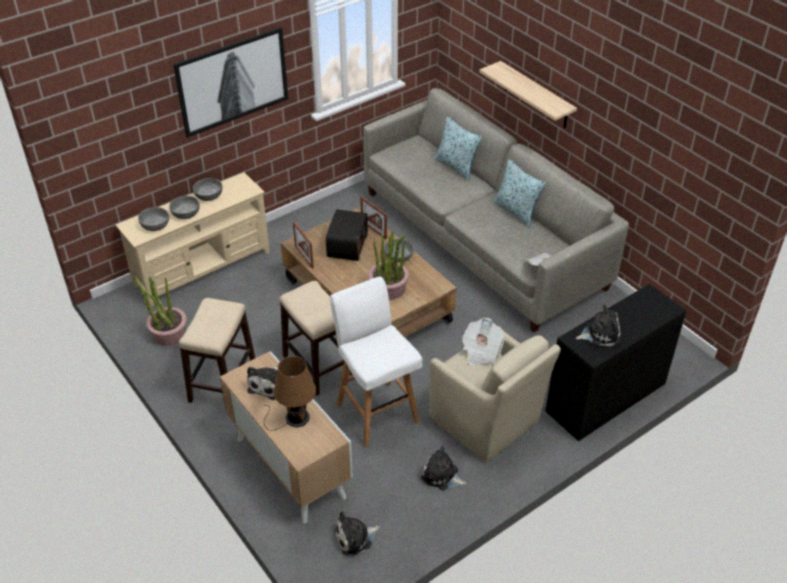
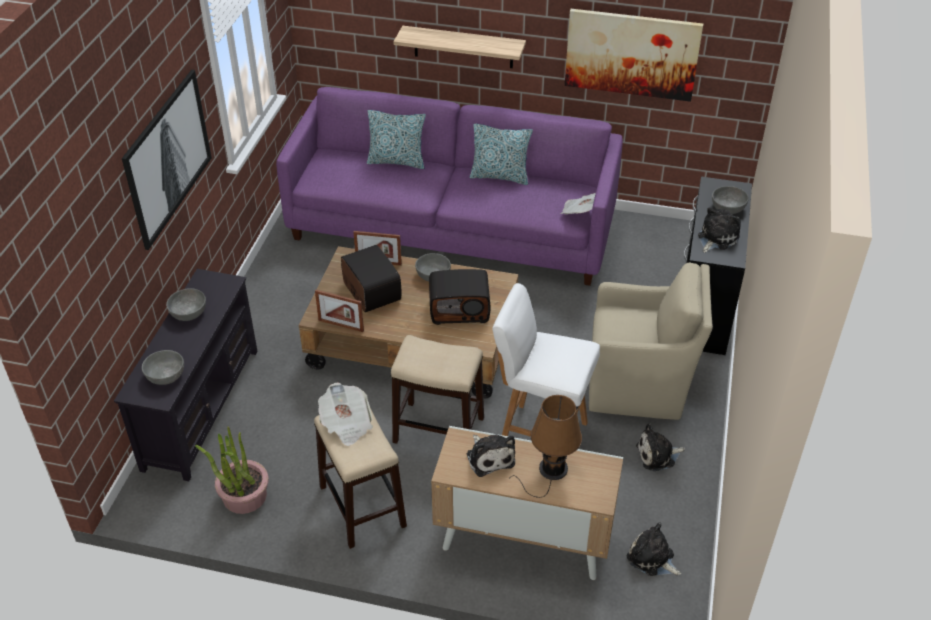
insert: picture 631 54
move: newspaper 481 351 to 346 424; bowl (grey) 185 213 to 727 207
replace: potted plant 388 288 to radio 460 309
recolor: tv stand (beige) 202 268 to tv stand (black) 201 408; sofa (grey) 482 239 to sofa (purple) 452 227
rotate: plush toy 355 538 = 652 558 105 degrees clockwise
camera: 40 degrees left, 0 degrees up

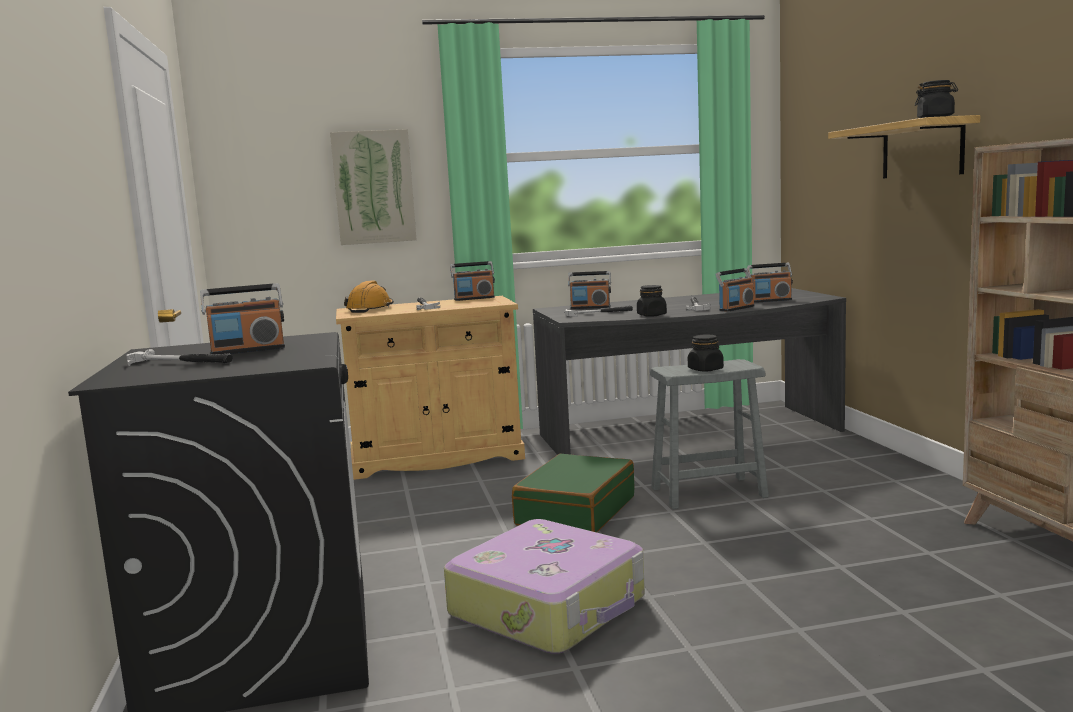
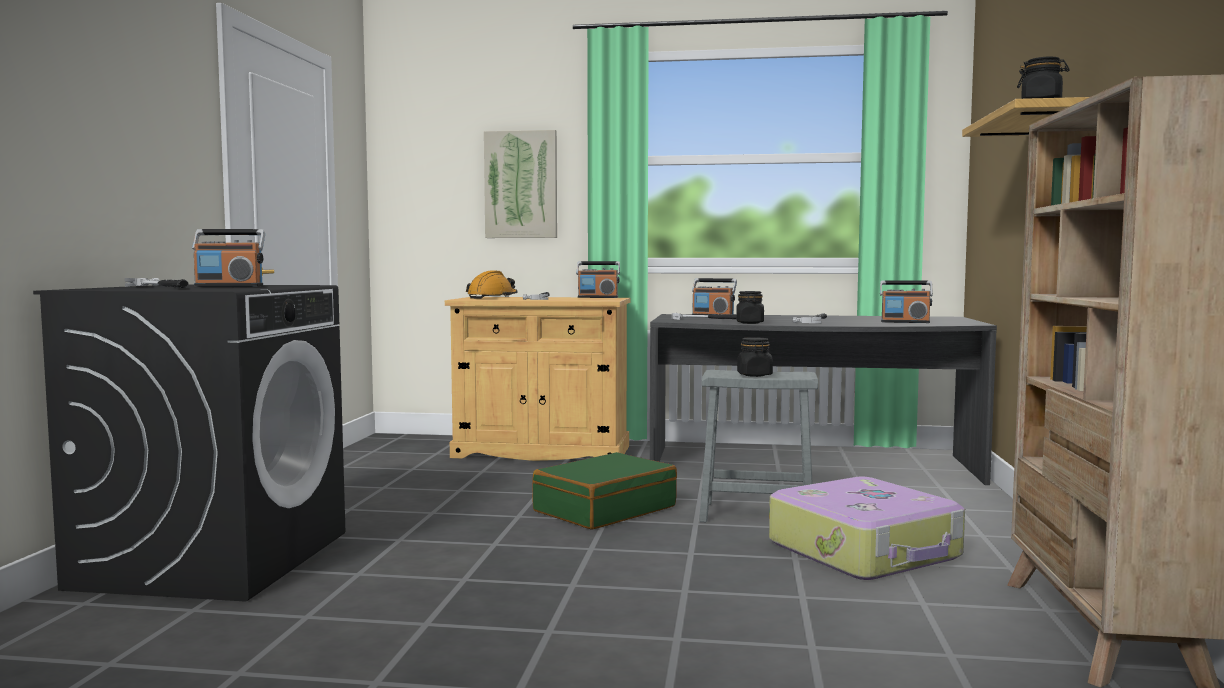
delete: radio 736 308
move: suitcase 550 607 to 866 550
camera: 20 degrees right, 5 degrees down

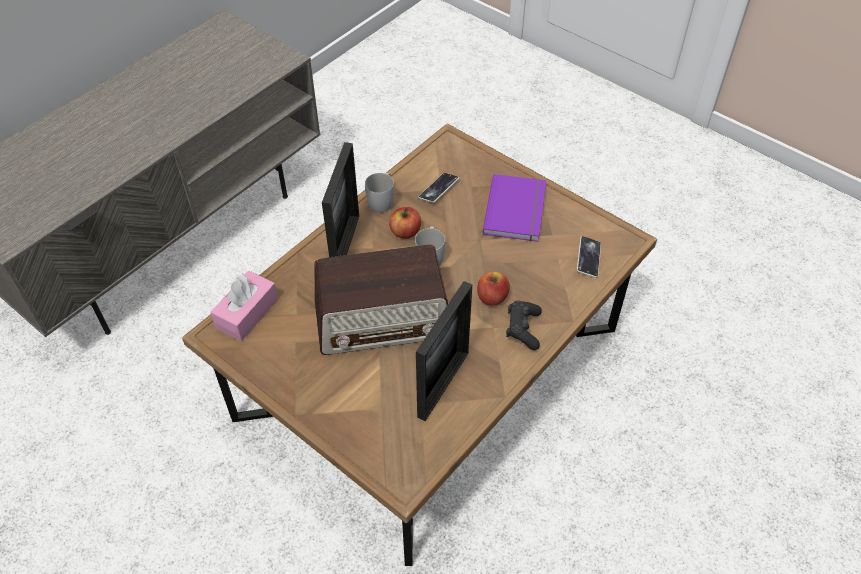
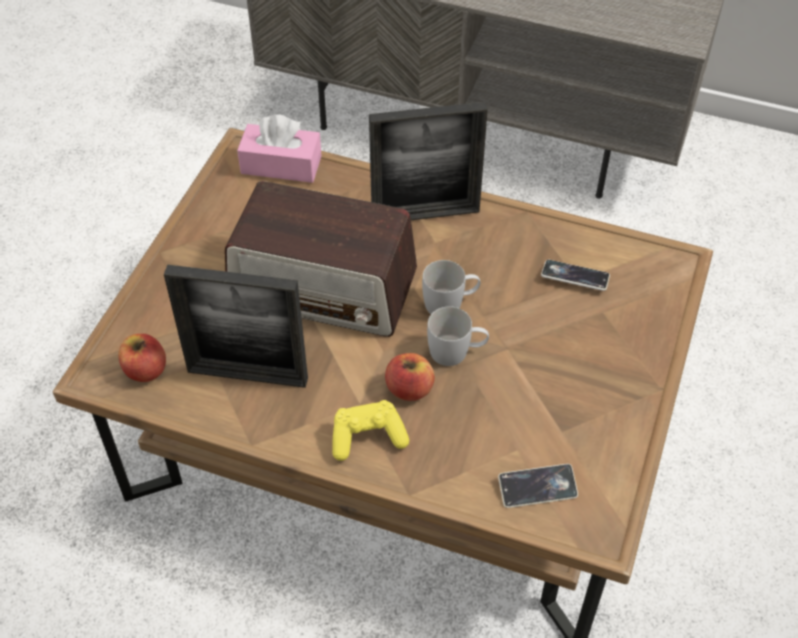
delete: book (purple) 517 210
move: apple 405 232 to 145 370; mug (white) 382 200 to 457 352
recolor: game controller (black) 523 329 to game controller (yellow) 367 437
rotate: radio 383 319 = 324 287 45 degrees counterclockwise
camera: 70 degrees right, 0 degrees up

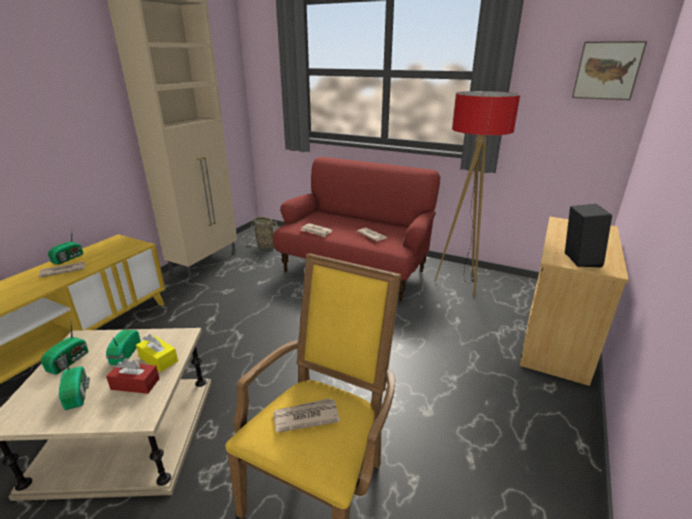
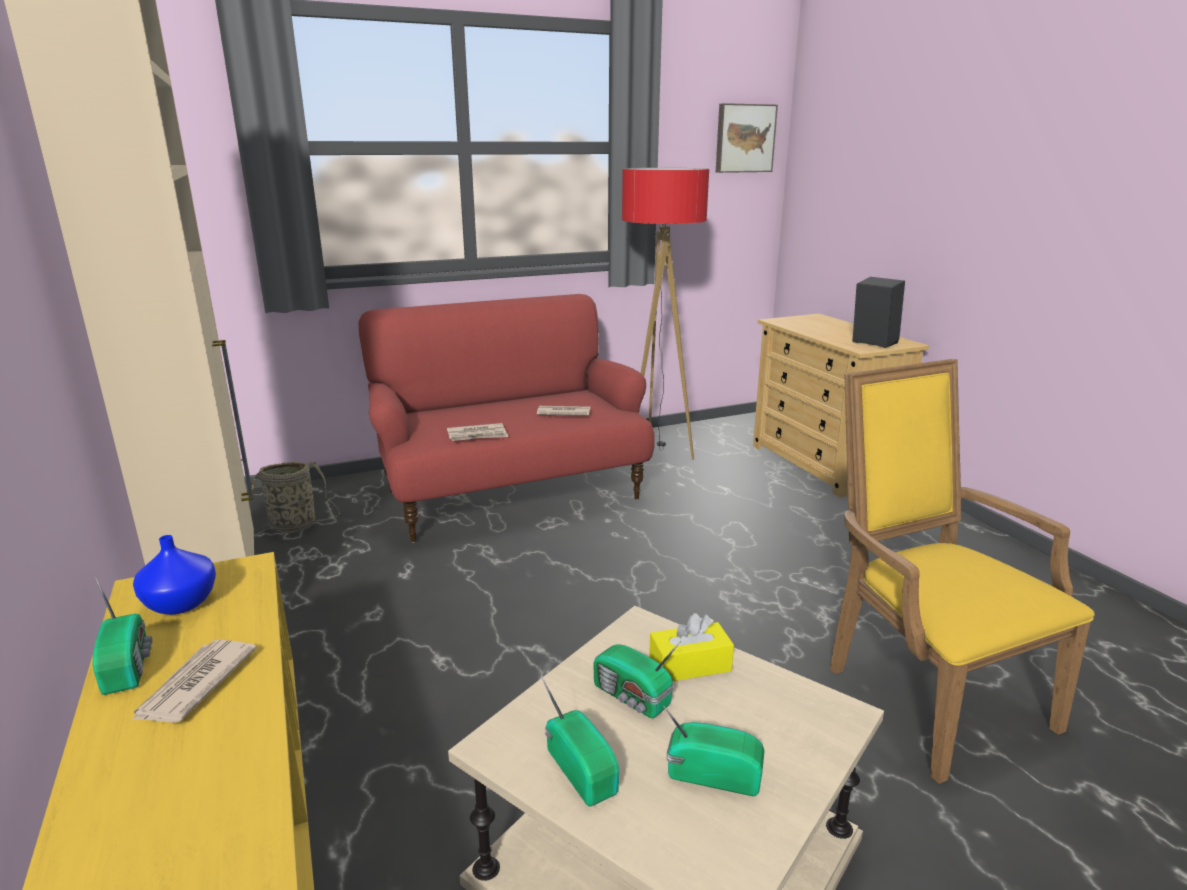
delete: tissue box (red) 135 384; newspaper 305 417
insert: vase (blue) 181 603
camera: 50 degrees left, 5 degrees down

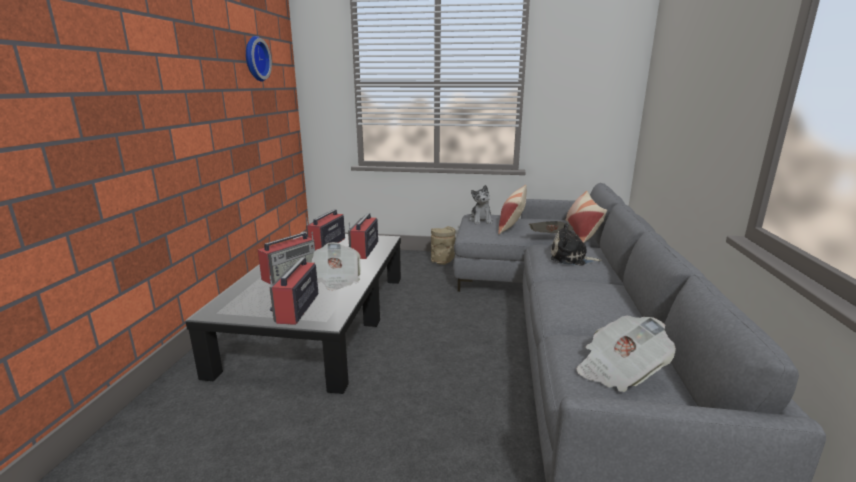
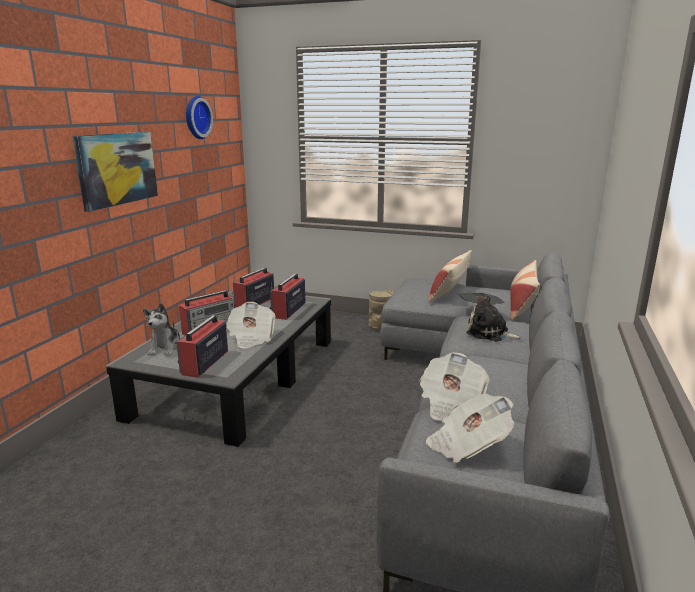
insert: picture 117 169; newspaper 451 404
move: plush toy 481 220 to 166 348
camera: 10 degrees right, 0 degrees up

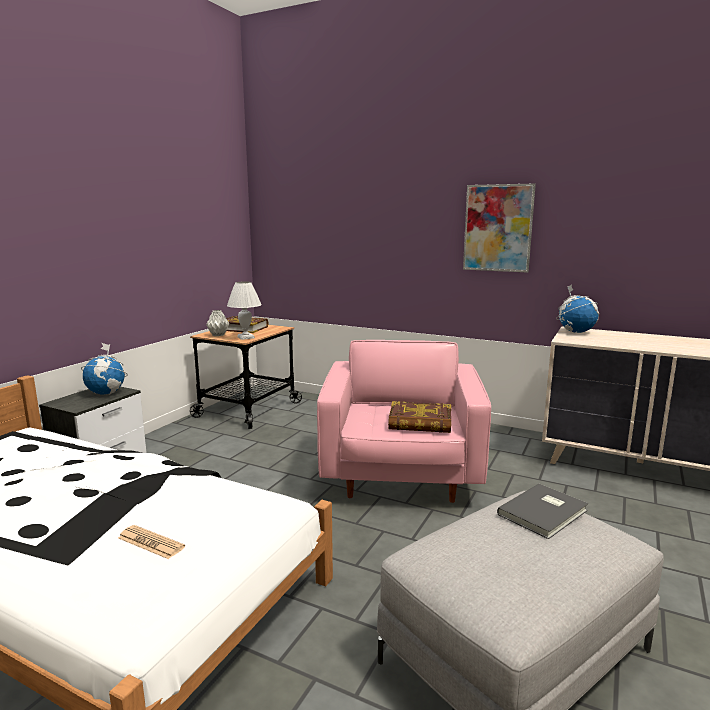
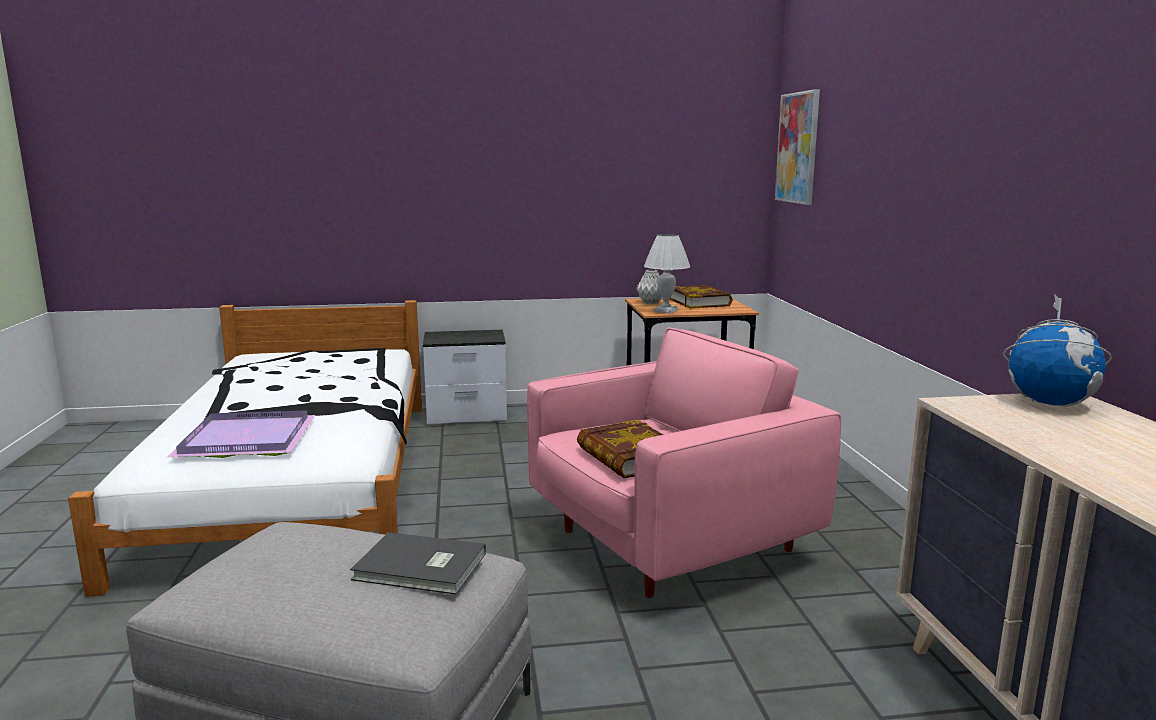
delete: globe 106 393
move: picture 498 228 to 798 148
replace: newspaper 151 543 to tray (purple) 245 439
camera: 55 degrees right, 0 degrees up

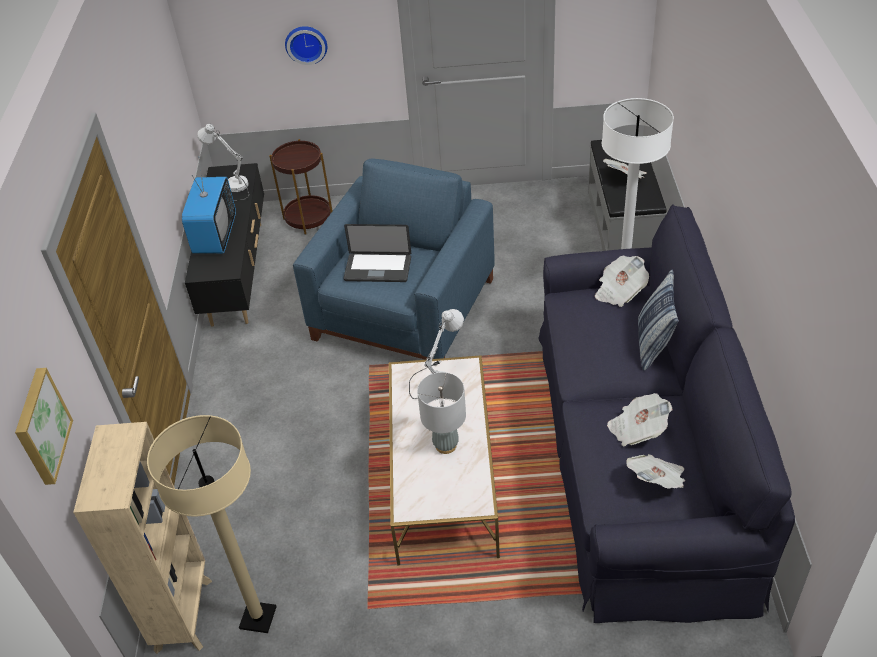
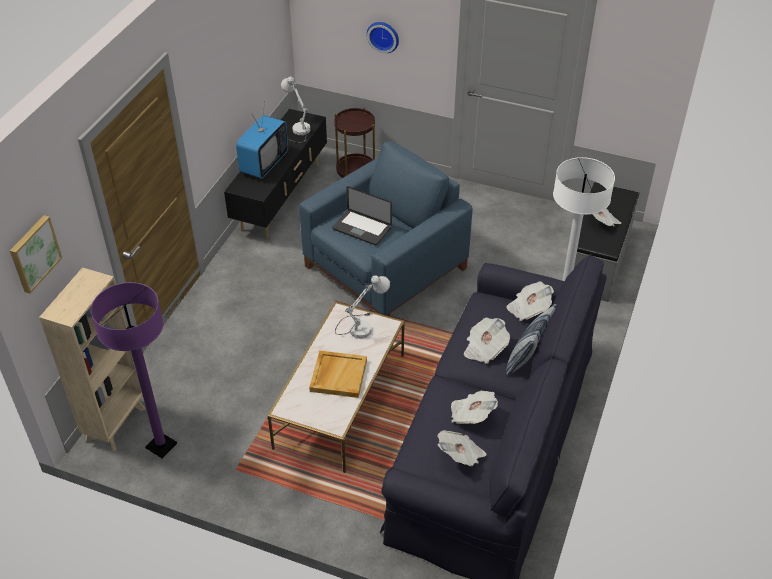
insert: newspaper 484 348
replace: table lamp (grey) 445 445 to tray (beige) 338 375
recolor: floor lamp (beige) 258 618 to floor lamp (purple) 161 446
camera: 20 degrees right, 0 degrees up

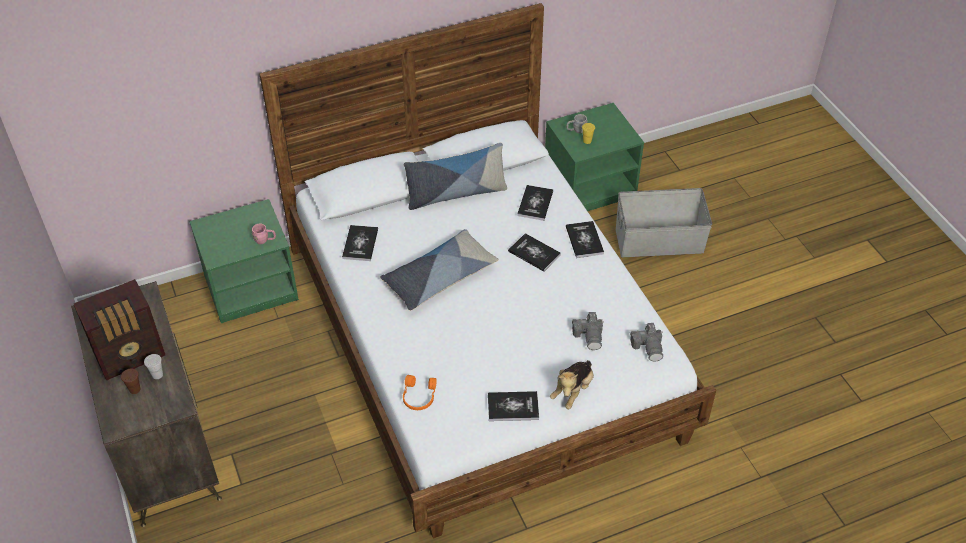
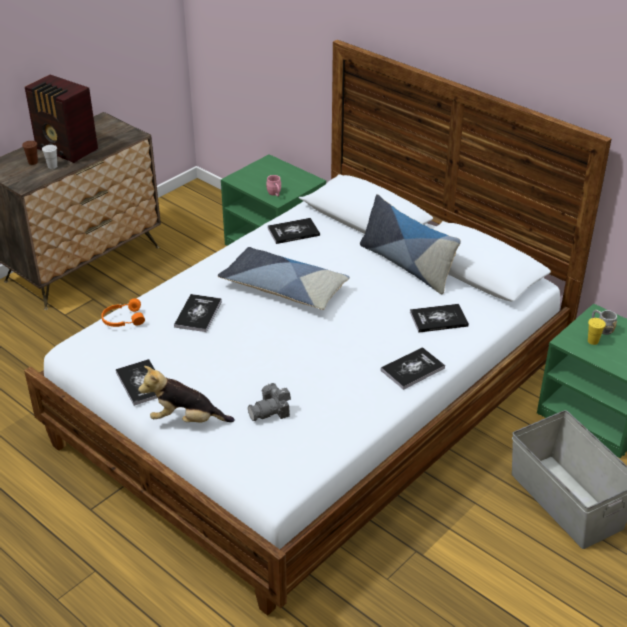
delete: photo camera 648 347
move: book 534 253 to 198 314
camera: 65 degrees right, 10 degrees down

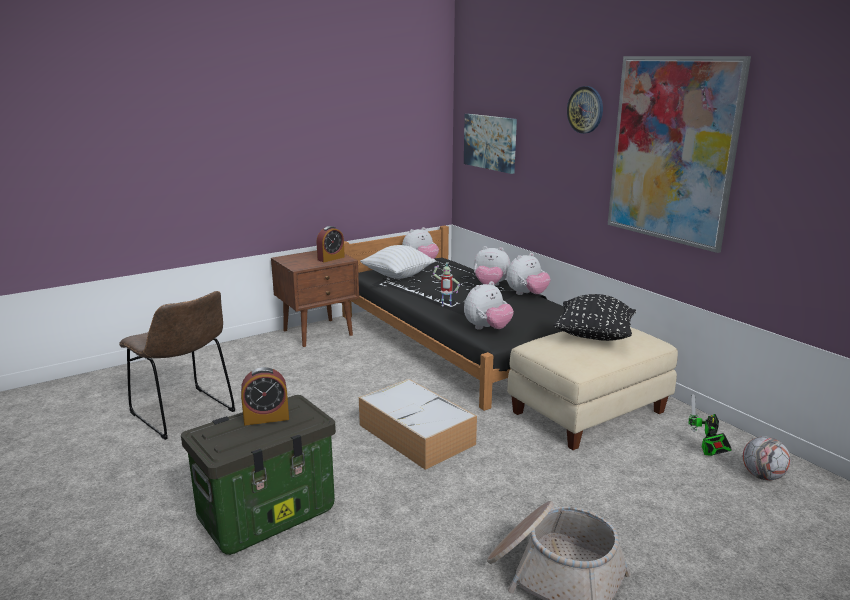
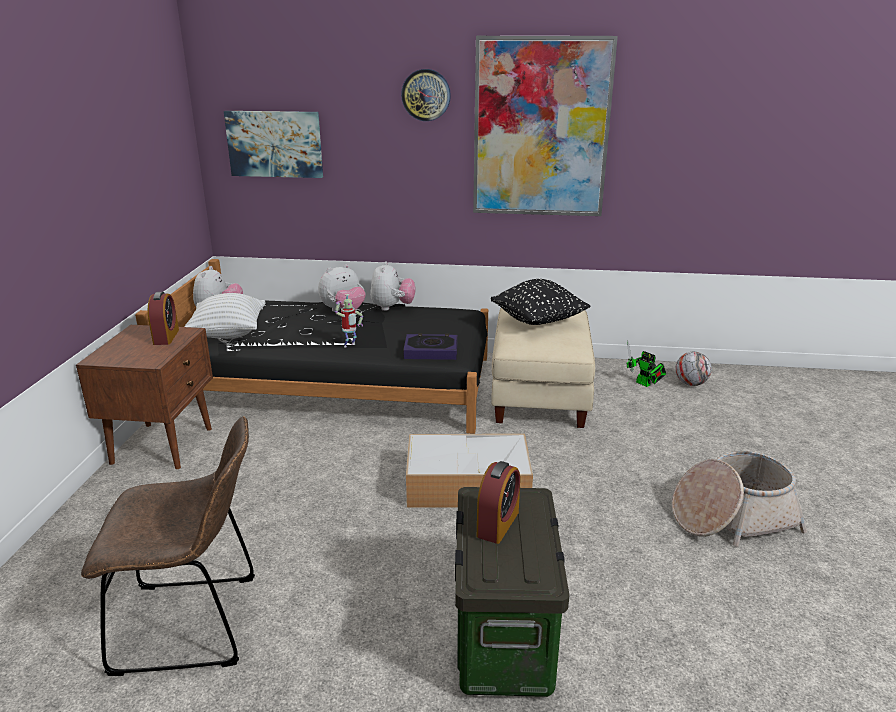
replace: plush toy 487 329 to book 431 351
camera: 50 degrees left, 5 degrees up

